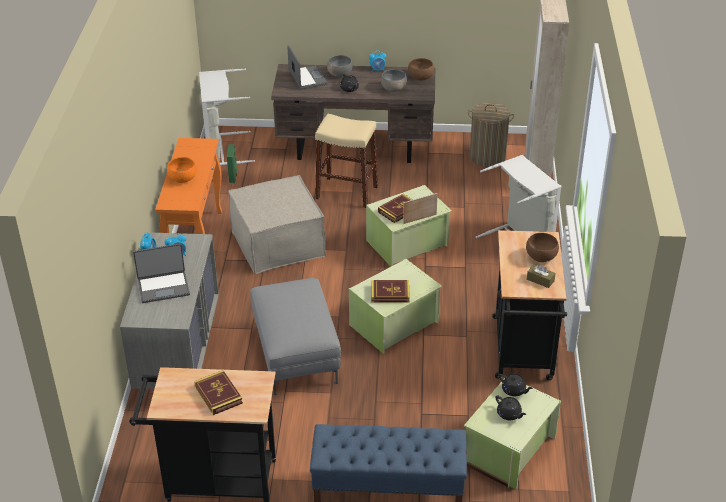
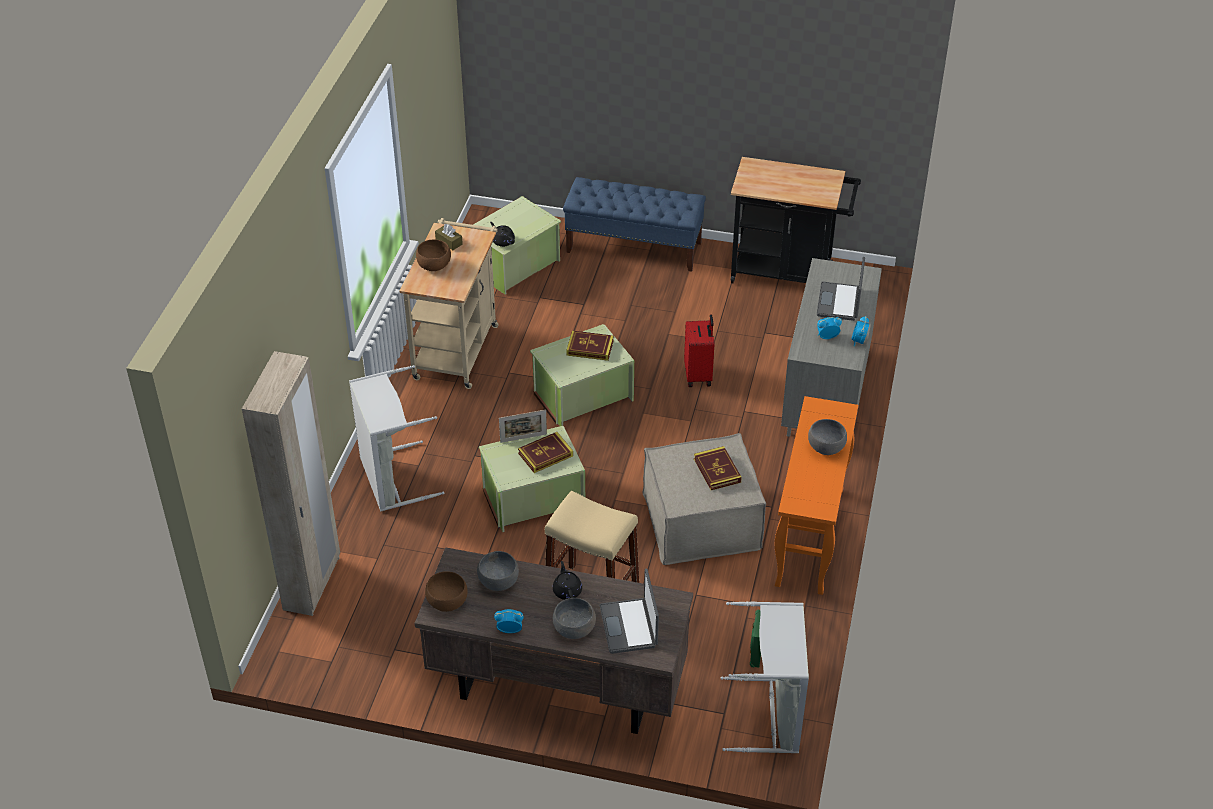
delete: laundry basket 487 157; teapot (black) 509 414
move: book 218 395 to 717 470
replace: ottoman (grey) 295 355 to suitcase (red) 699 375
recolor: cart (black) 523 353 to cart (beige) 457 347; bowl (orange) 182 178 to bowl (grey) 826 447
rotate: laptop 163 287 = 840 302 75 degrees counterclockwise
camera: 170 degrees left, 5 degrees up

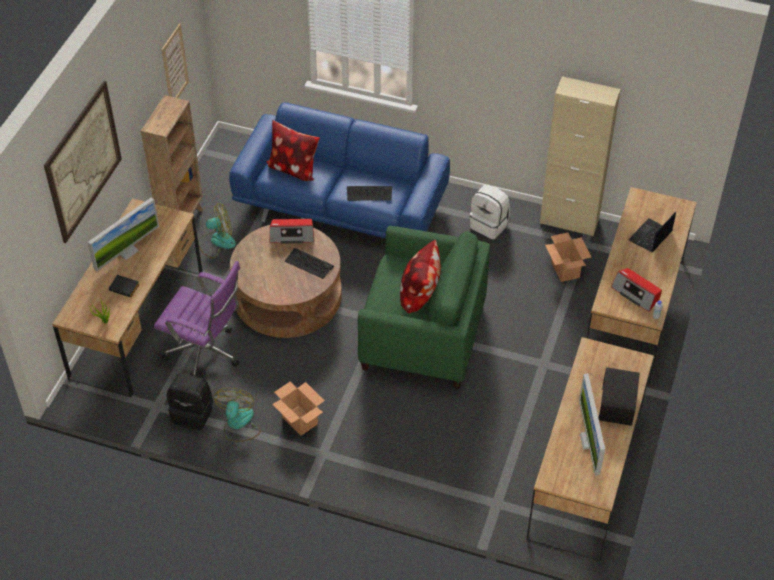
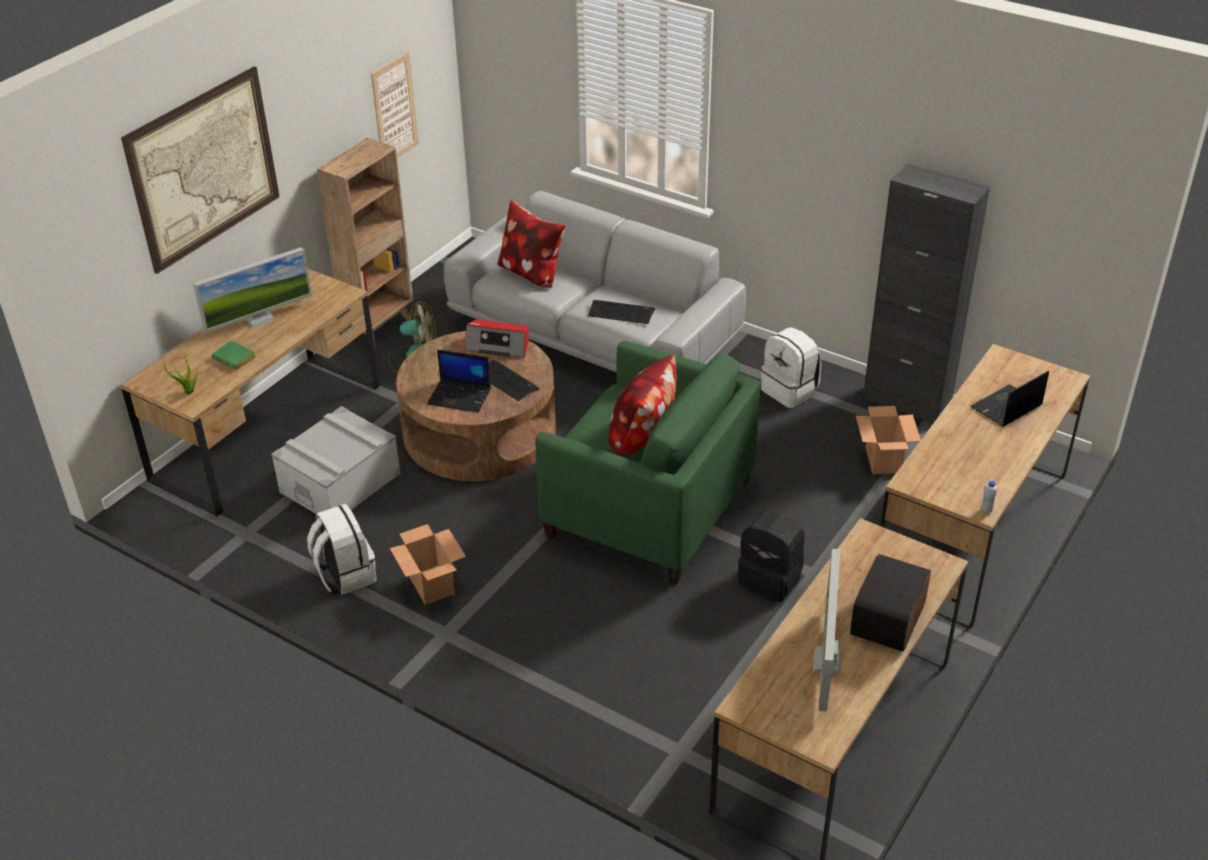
delete: radio 636 293
insert: laptop 460 396
move: backpack (black) 193 413 to 771 578
replace: office chair (purple) 206 355 to storage box (grey) 340 483; fan 238 424 to backpack (white) 345 575
recolor: book (black) 125 287 to book (green) 236 358; sofa (blue) 342 205 to sofa (grey) 595 340; cabinet (beige) 569 221 to cabinet (black) 906 403
camera: 15 degrees right, 10 degrees down

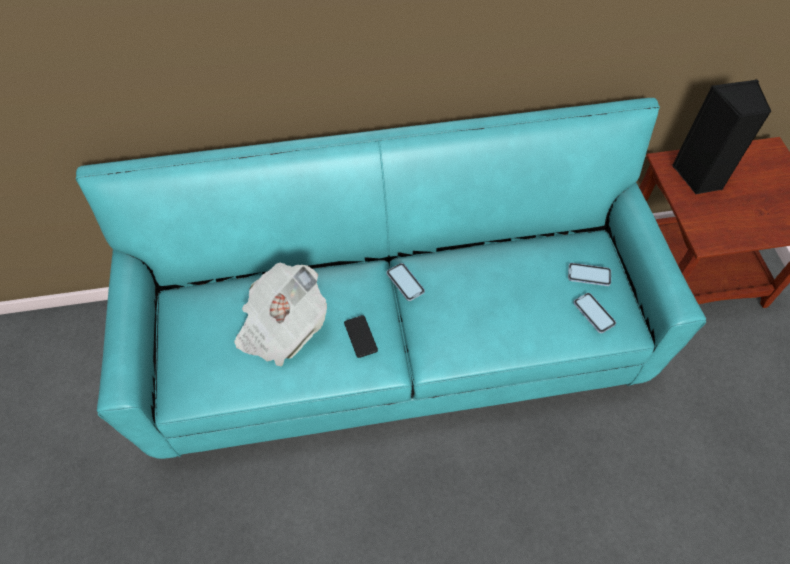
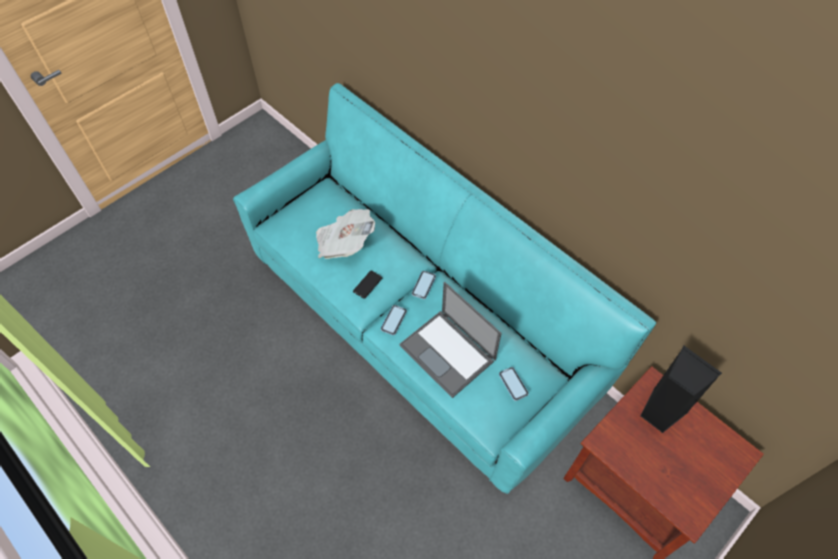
insert: laptop 448 353
move: phone 594 313 to 393 320
camera: 55 degrees right, 0 degrees up

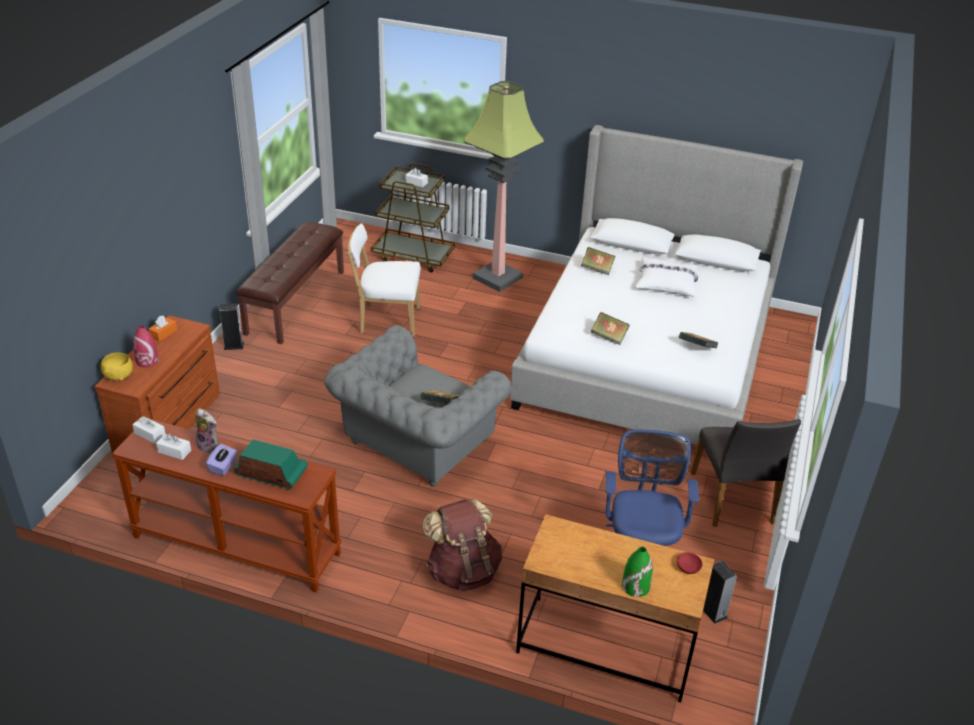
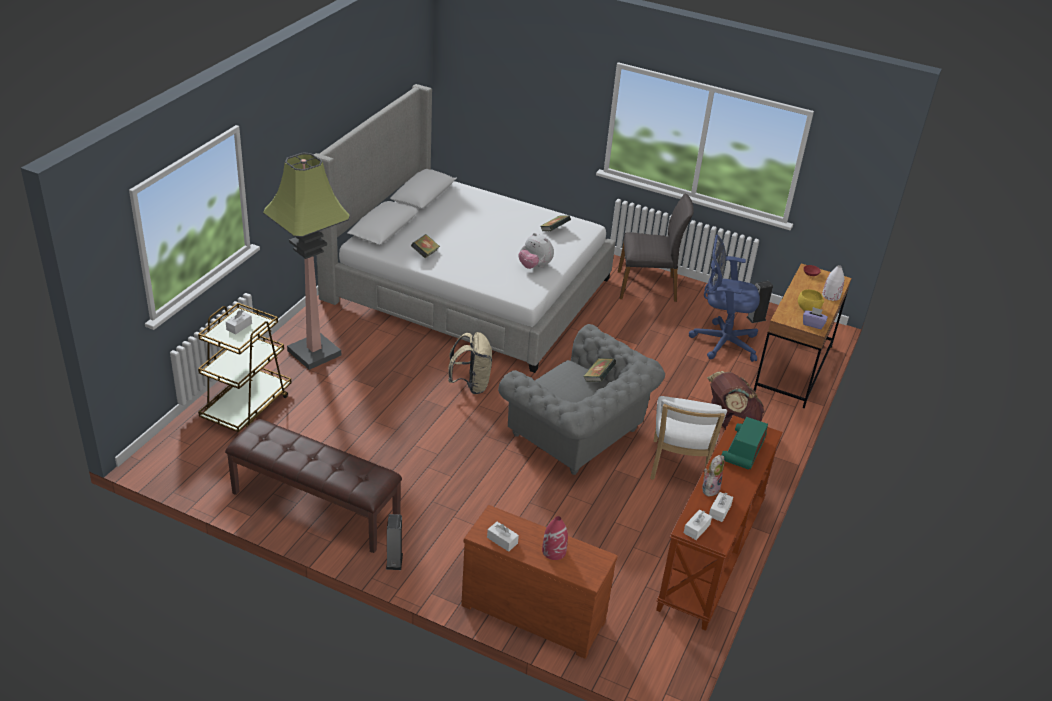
delete: pillow (white) 666 283
insert: backpack (beige) 471 385
move: chair (white) 386 320 to 679 467; bowl (yellow) 119 376 to 807 309; tissue box (purple) 223 467 to 813 324
replace: book 609 337 to plush toy 534 266
recolor: tissue box (orange) 163 333 to tissue box (white) 502 540; vase (green) 635 586 to vase (white) 831 295
camera: 85 degrees left, 0 degrees up

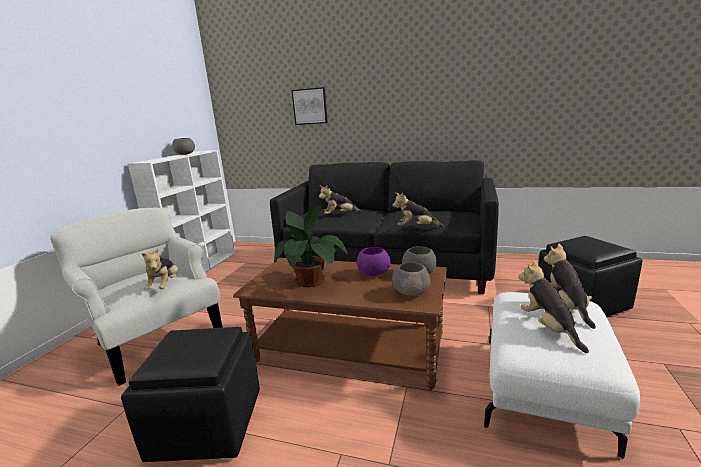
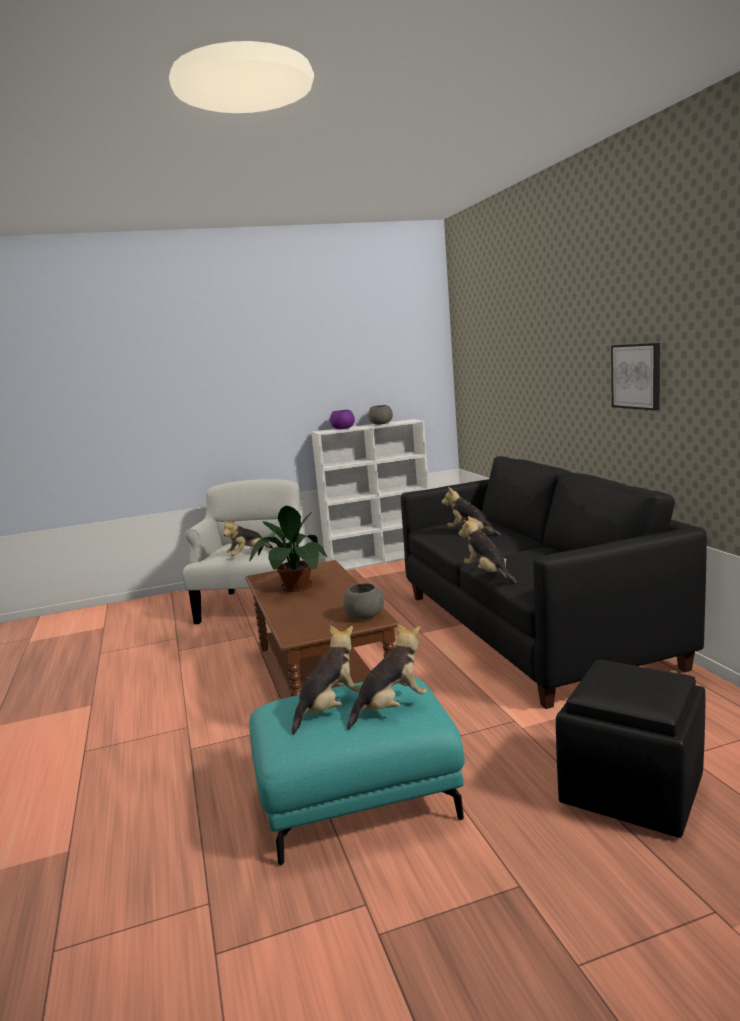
delete: ottoman (black) 206 424; bowl (grey) 412 292
move: bowl (purple) 373 273 to 343 429; picture 310 106 to 637 376
recolor: ottoman (white) 546 390 to ottoman (turquoise) 357 800
camera: 55 degrees right, 5 degrees down

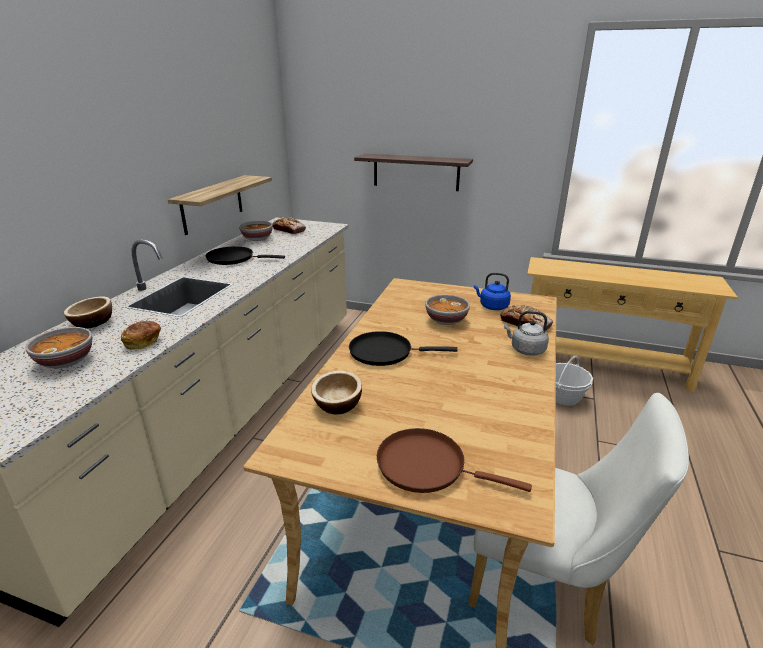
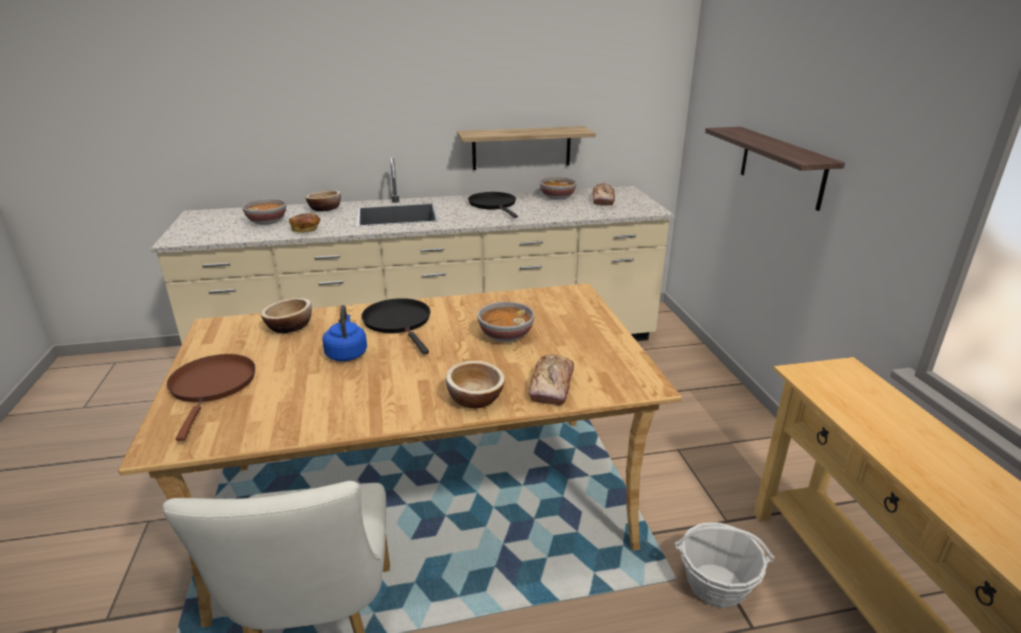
move: kettle (blue) 492 306 to 346 353
replace: kettle (grey) 526 350 to bowl 475 398
camera: 60 degrees right, 0 degrees up

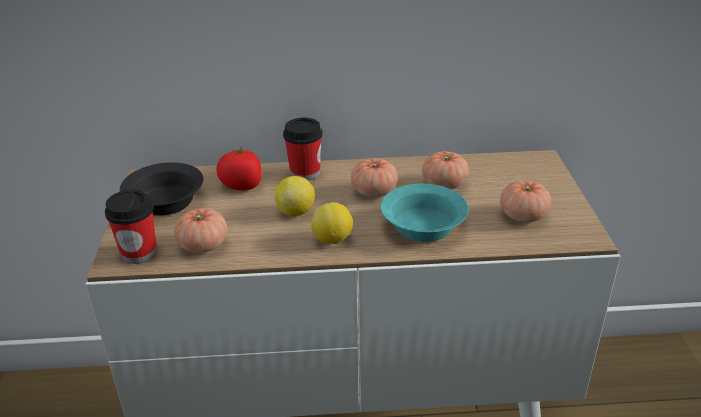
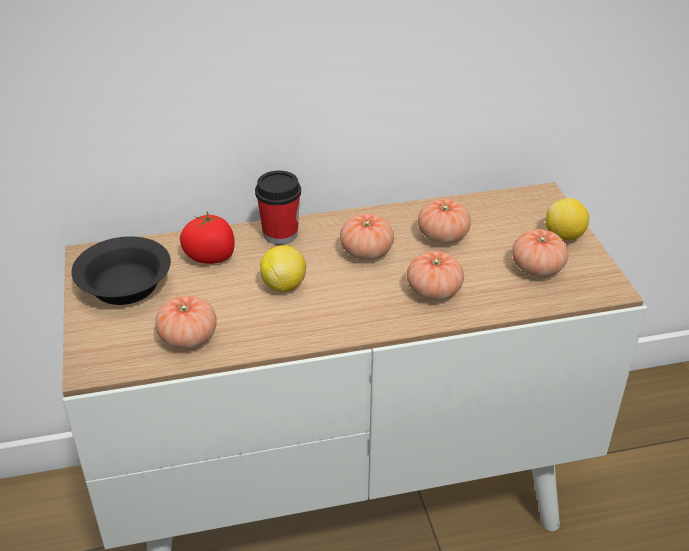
delete: cup 139 253
move: lemon 333 240 to 564 237
replace: bowl (turquoise) 425 226 to tomato 434 291
camera: 10 degrees left, 5 degrees up

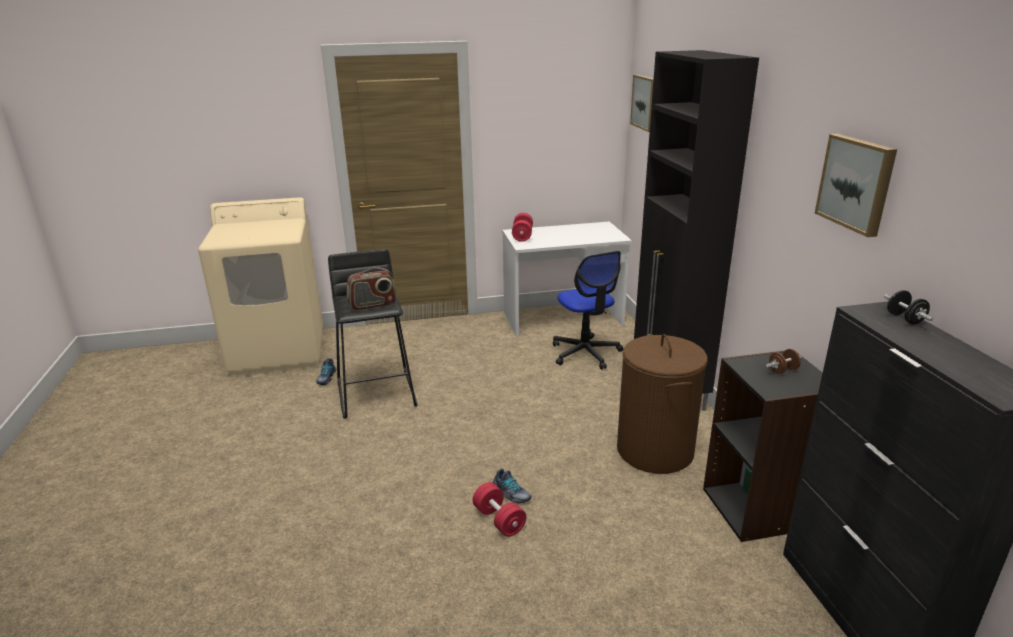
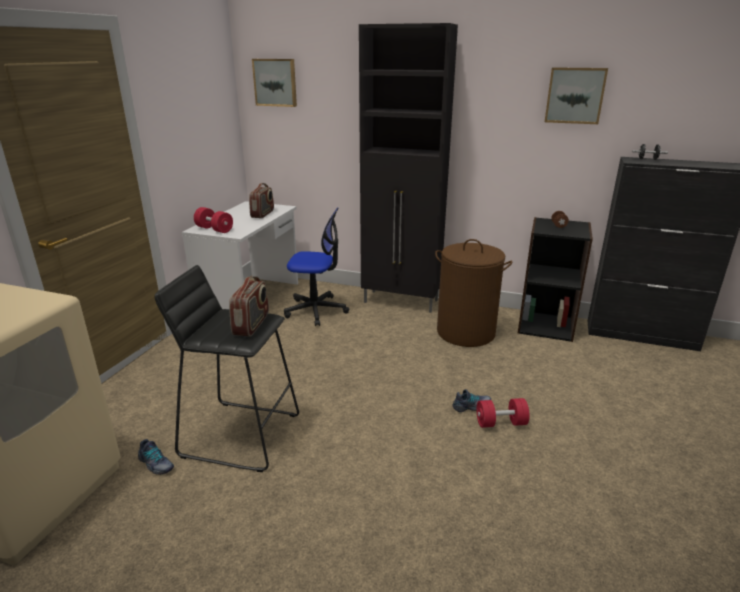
insert: radio 263 214
camera: 60 degrees left, 0 degrees up

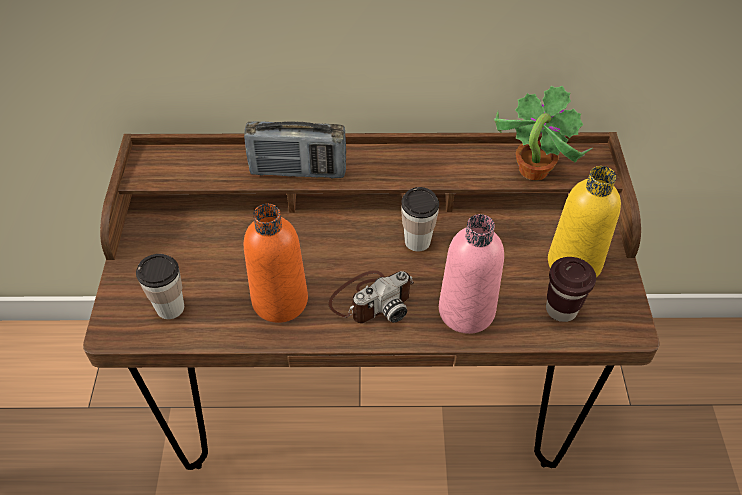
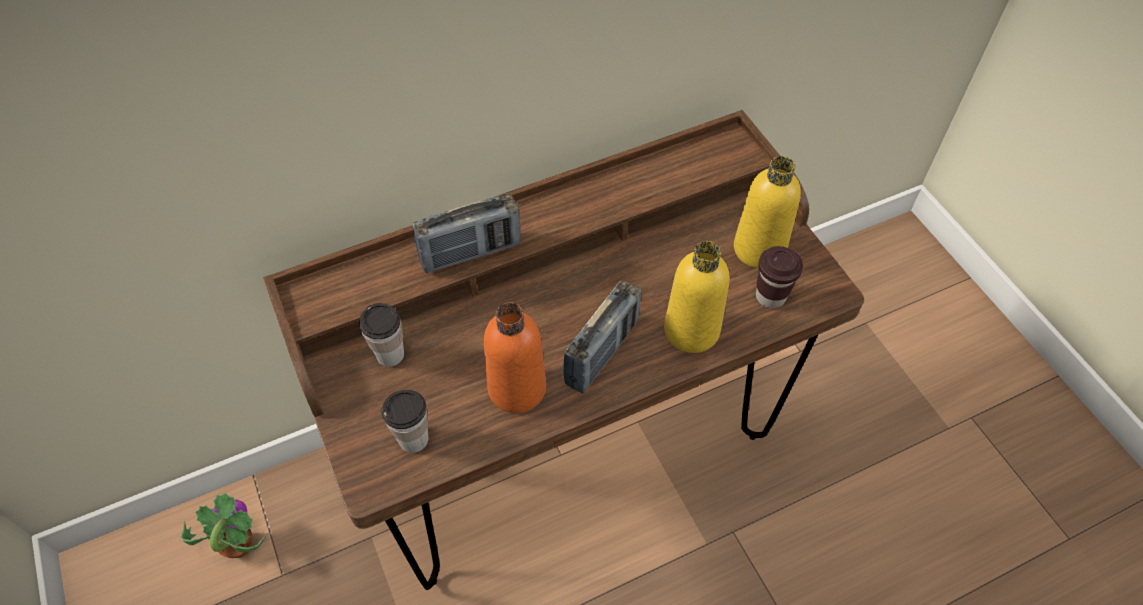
move: potted plant 532 170 to 238 546; cup 417 241 to 390 354
replace: photo camera 371 299 to radio 601 353
recolor: bottle (pink) 466 311 to bottle (yellow) 691 330
camera: 25 degrees left, 5 degrees up

